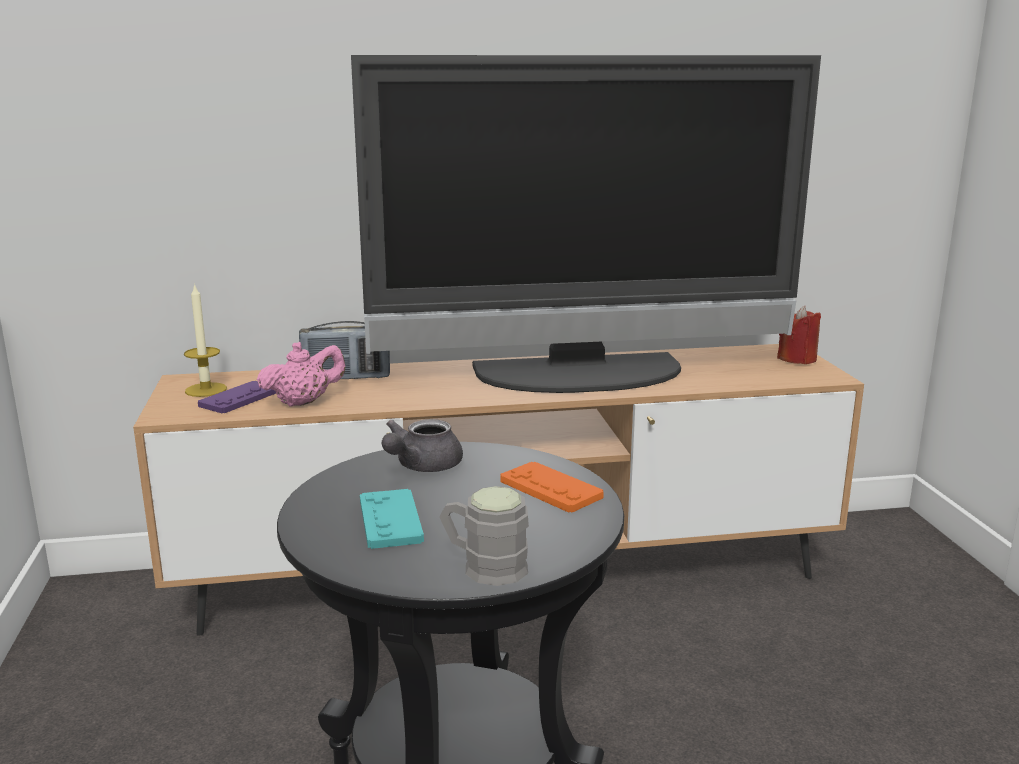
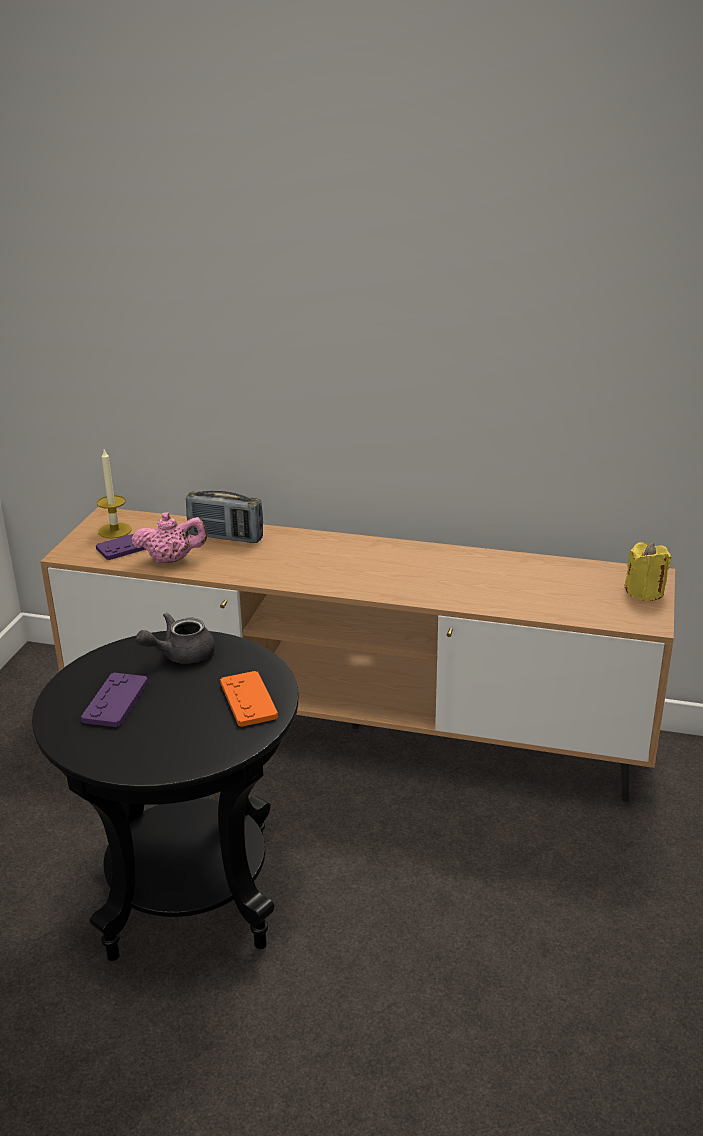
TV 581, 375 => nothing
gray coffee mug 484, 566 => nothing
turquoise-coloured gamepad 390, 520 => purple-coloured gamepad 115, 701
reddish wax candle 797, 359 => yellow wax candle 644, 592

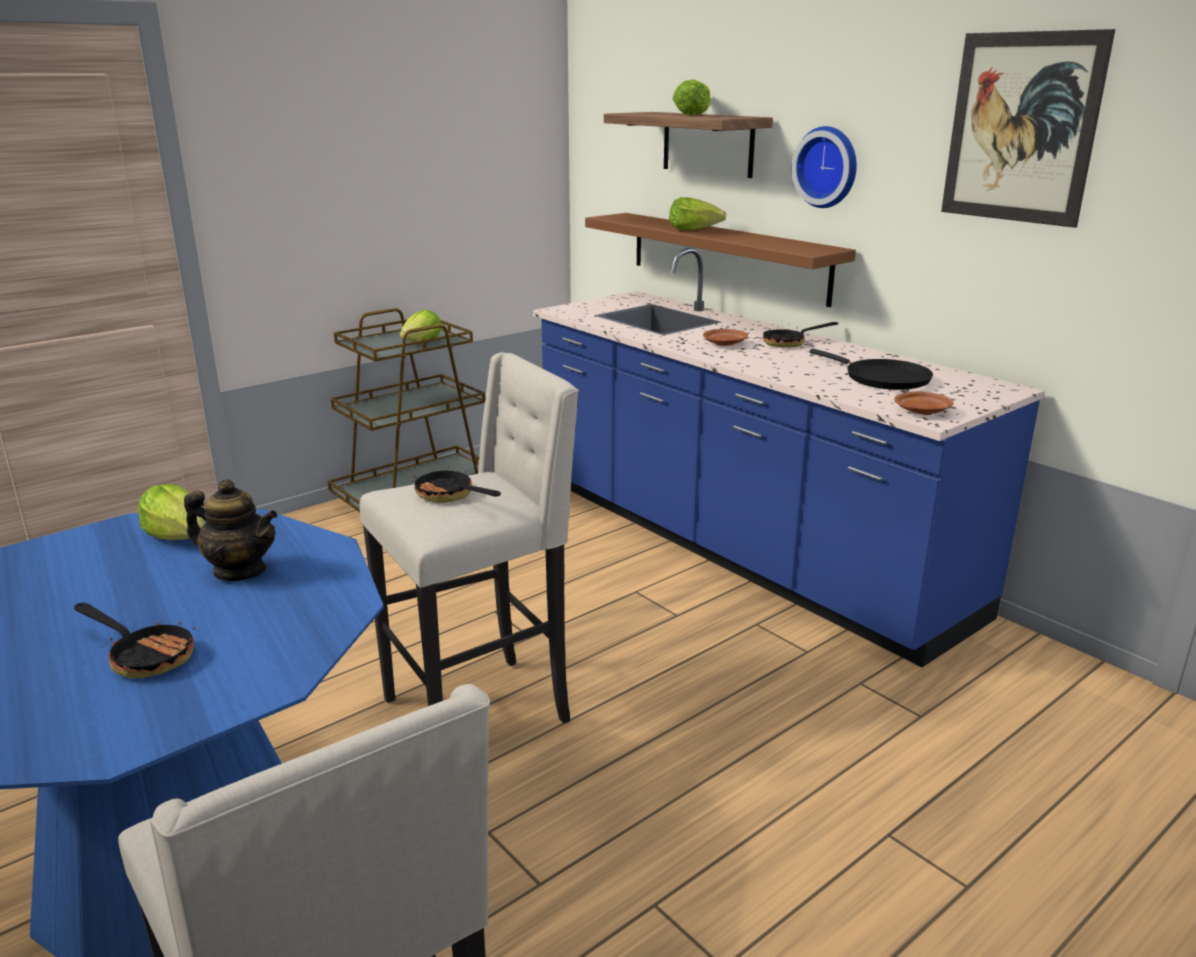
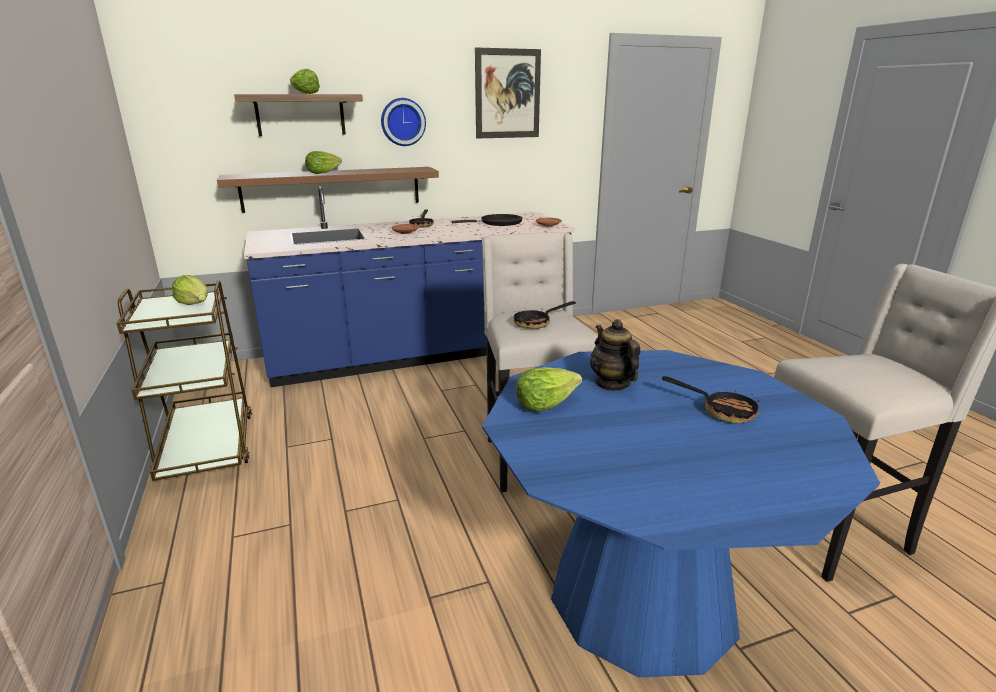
pan 145, 656 => pan 720, 410, 75 degrees clockwise
pot for tea 240, 571 => pot for tea 612, 383, 60 degrees counterclockwise

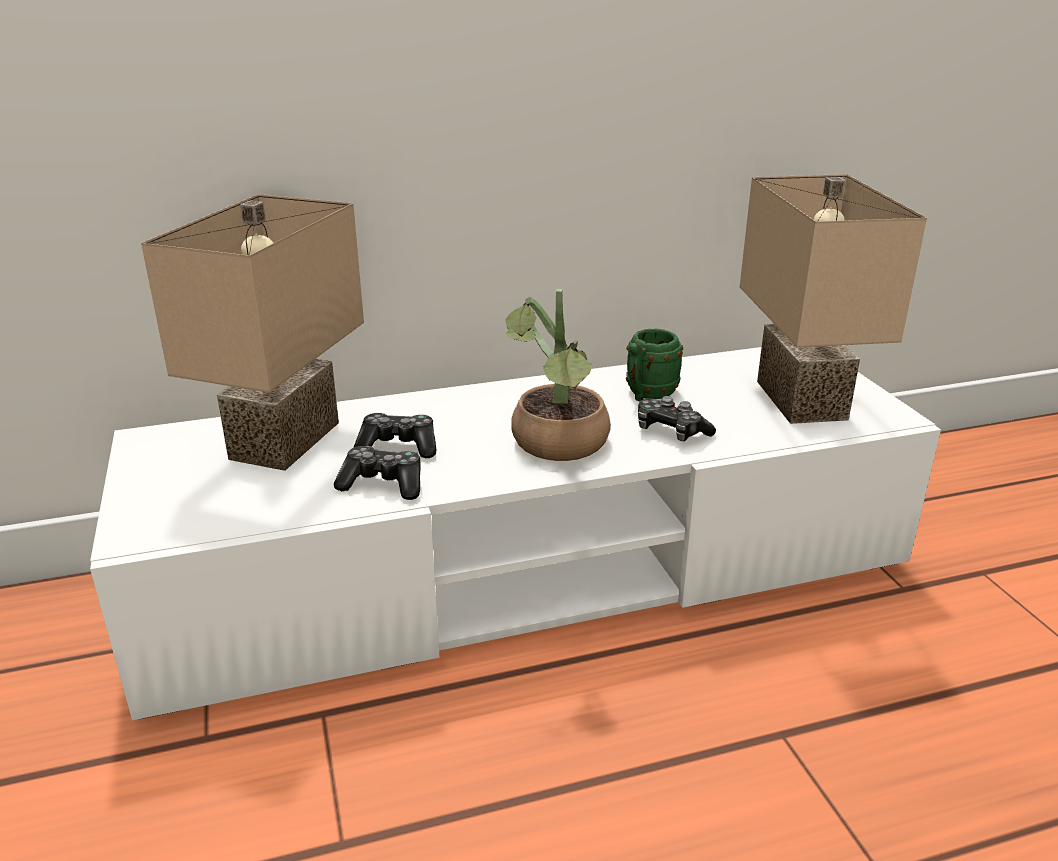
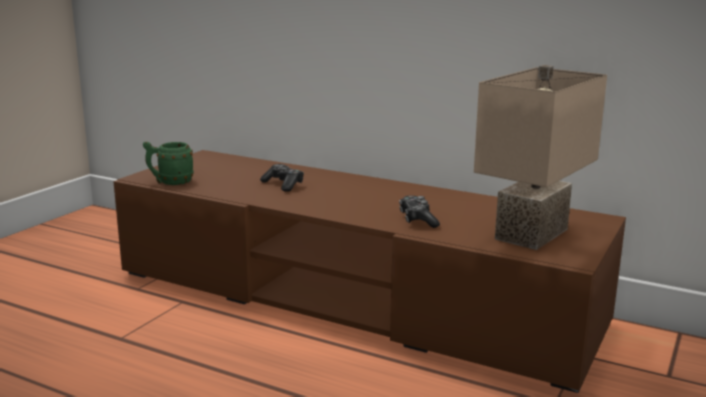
sand-coloured tabletop lamp 289, 442 => nothing
gamepad 383, 484 => nothing
plant in a pot 557, 447 => nothing
greenish coffee mug 647, 395 => greenish coffee mug 170, 182, move
white media console 529, 571 => brown media console 352, 298

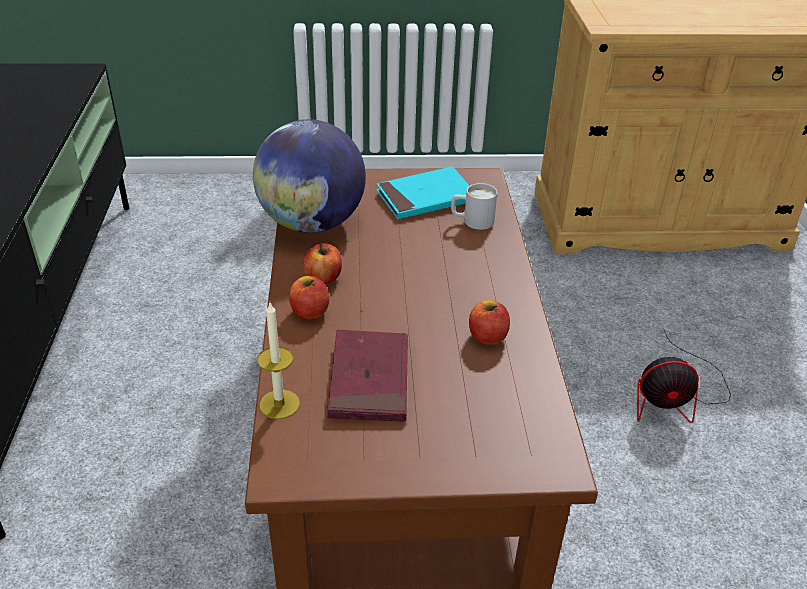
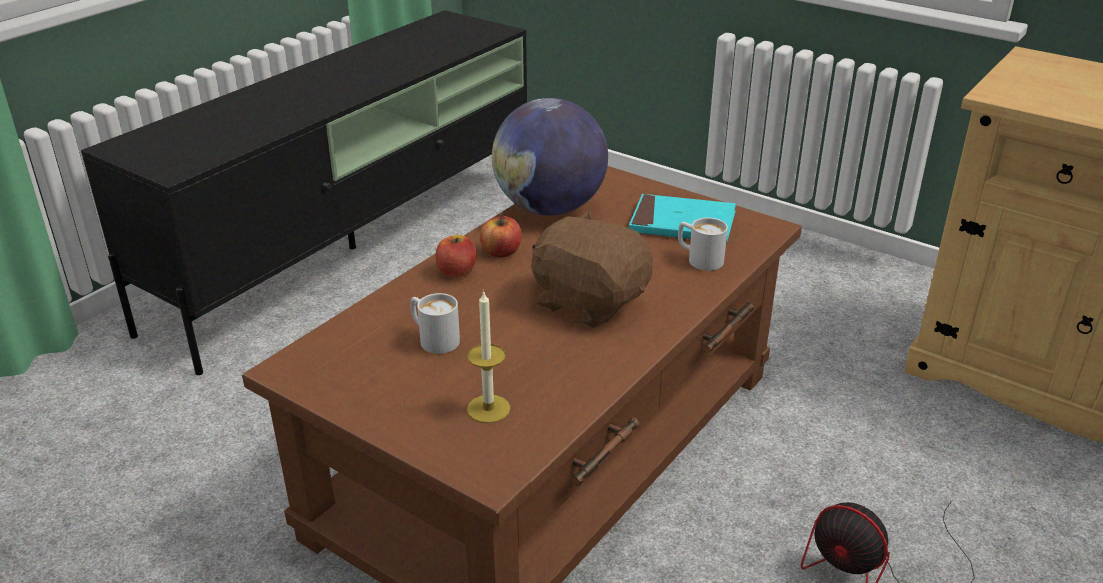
whole apple 487, 336 => nothing
nothing => brown soft toy 589, 301
wax candle 279, 404 => wax candle 488, 409, move
reddish book 369, 379 => white coffee mug 433, 339

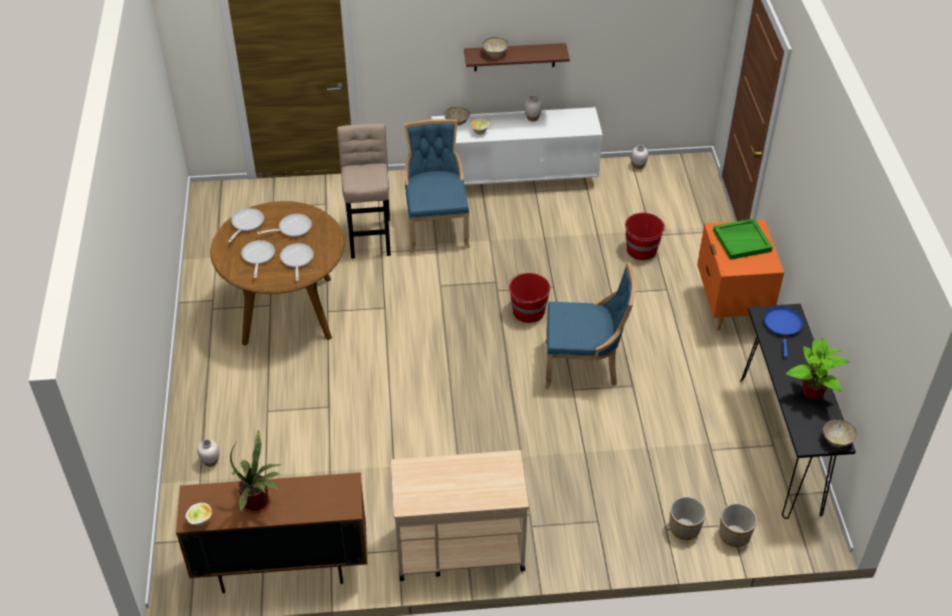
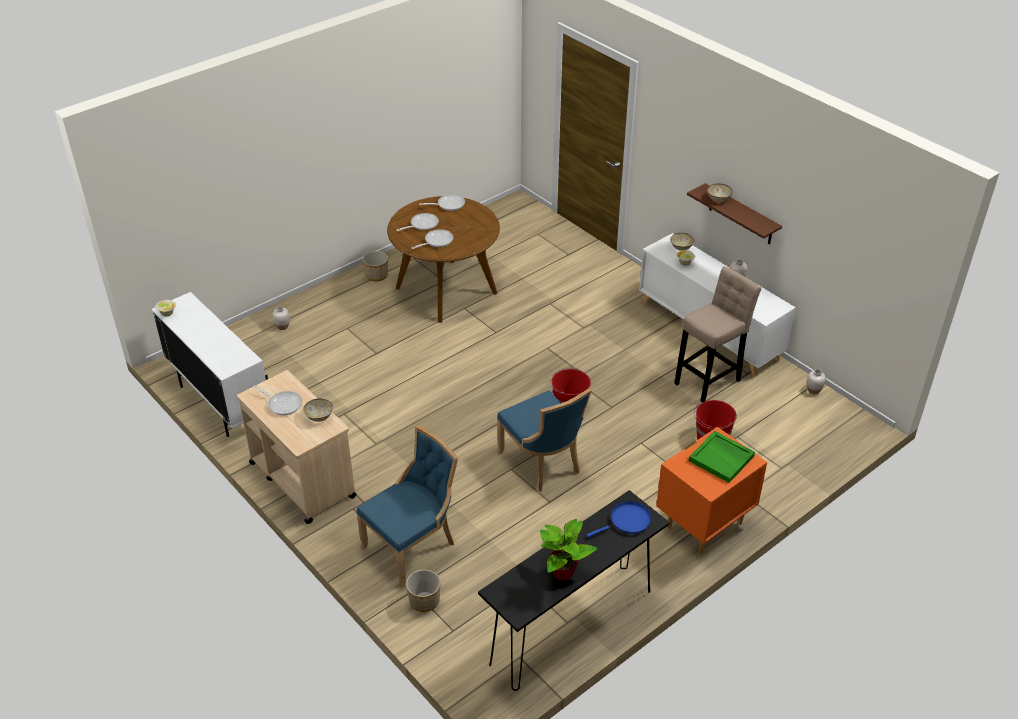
plant in a pot 259, 503 => nothing
pan 292, 228 => pan 282, 404, move
sand-coloured sitting stool 370, 235 => sand-coloured sitting stool 709, 380, move
bluish chair 436, 226 => bluish chair 413, 546, move
flower pot 735, 535 => flower pot 377, 275, move
serving bowl 836, 440 => serving bowl 319, 416, move
brown storage cabinet 282, 568 => white storage cabinet 220, 403

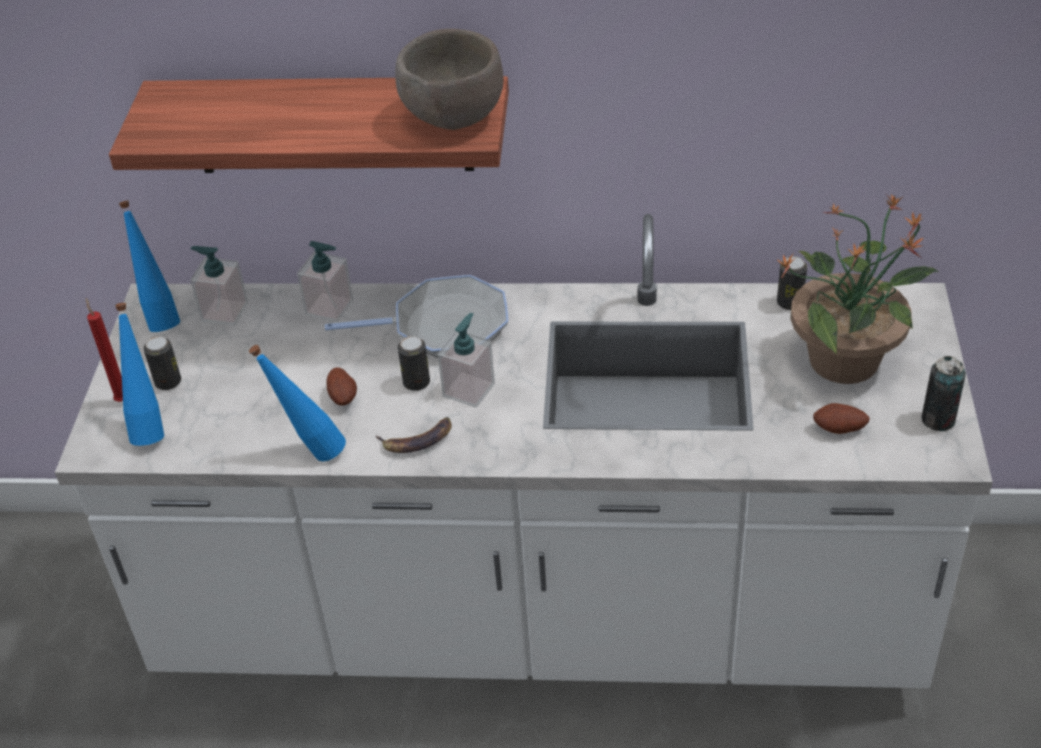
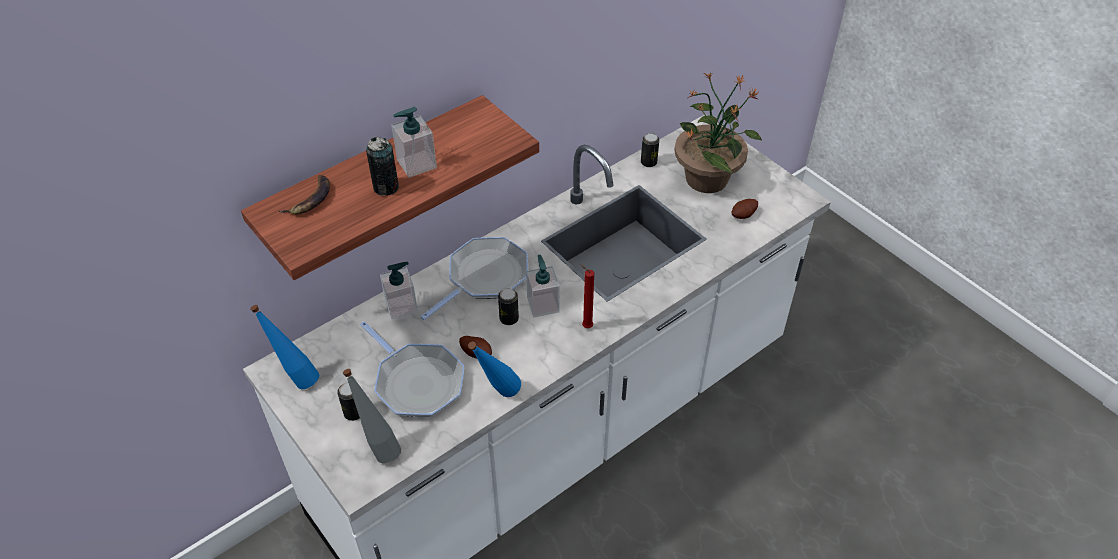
brown serving bowl 452, 117 => nothing
nothing => pan 416, 382
reddish wax candle 122, 399 => reddish wax candle 585, 326, move
soap bottle 224, 312 => soap bottle 416, 164, move
whole banana 417, 440 => whole banana 310, 199, move
can 938, 420 => can 386, 187, move
bluish bottle 150, 428 => gray bottle 379, 447

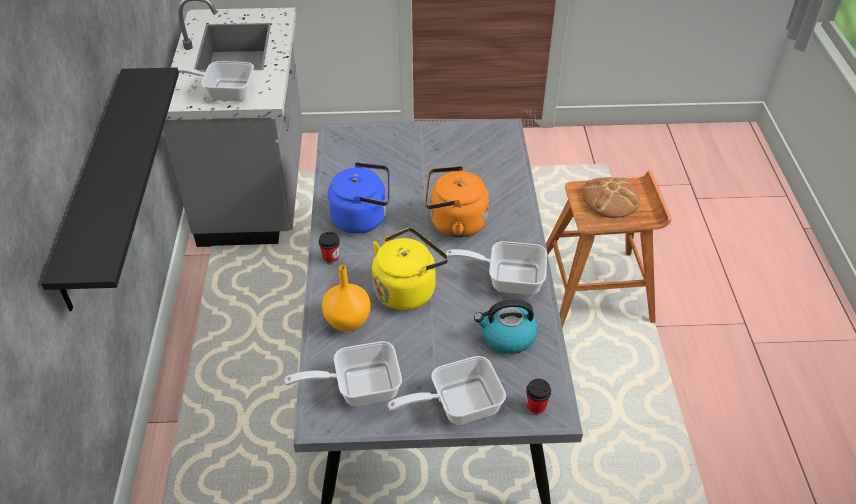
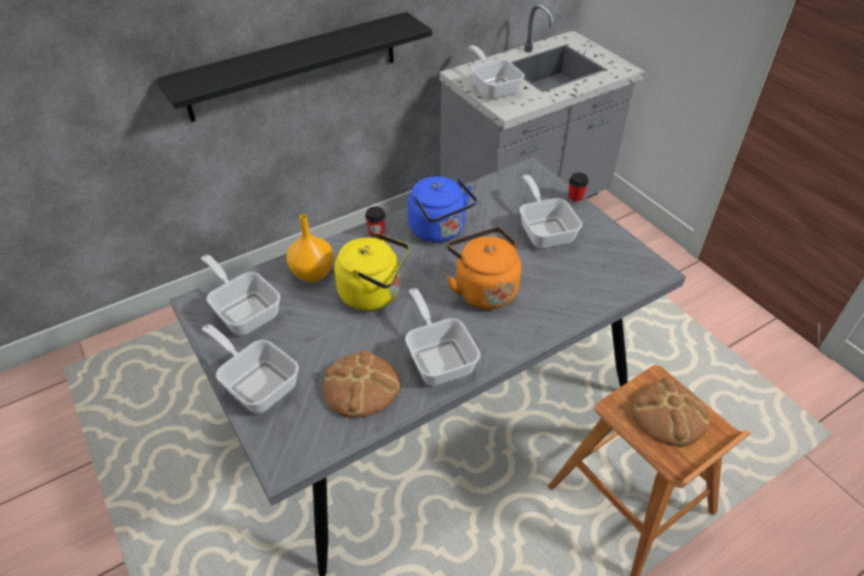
nothing => pan 545, 230
drinking cup 536, 407 => drinking cup 575, 199, move
kettle 507, 337 => bakery bread 361, 387

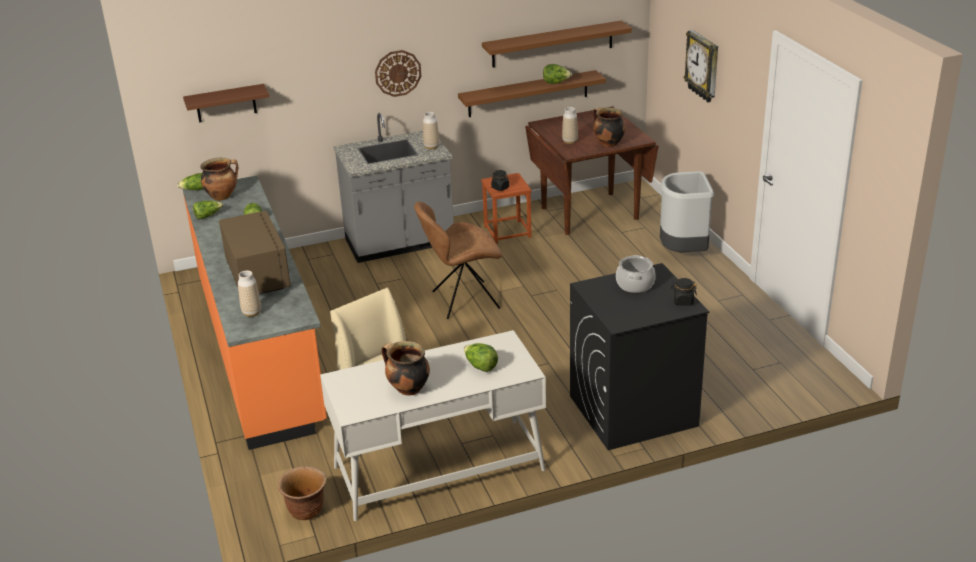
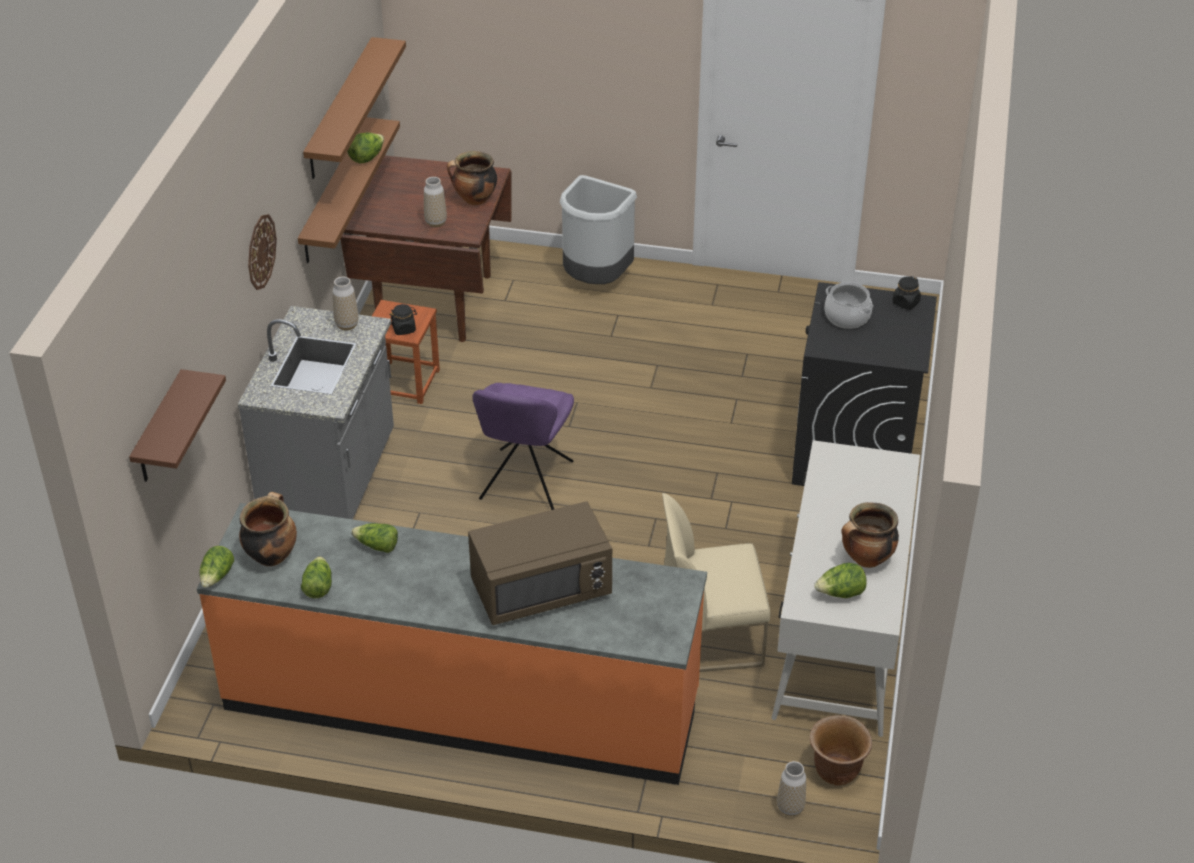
hanging clock 703, 66 => nothing
decorative vase 252, 313 => decorative vase 790, 808, move
lettuce head 480, 366 => lettuce head 840, 594, move
brown chair 462, 300 => purple-coloured chair 525, 483
brown kitchen microwave 257, 276 => brown kitchen microwave 541, 589, 150 degrees clockwise

